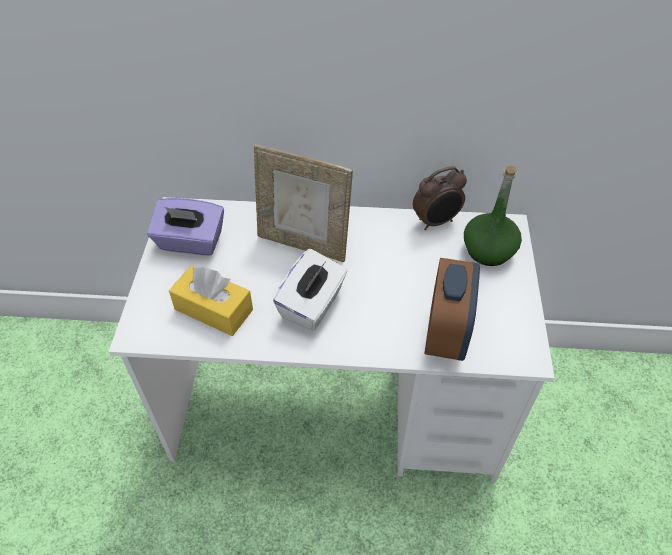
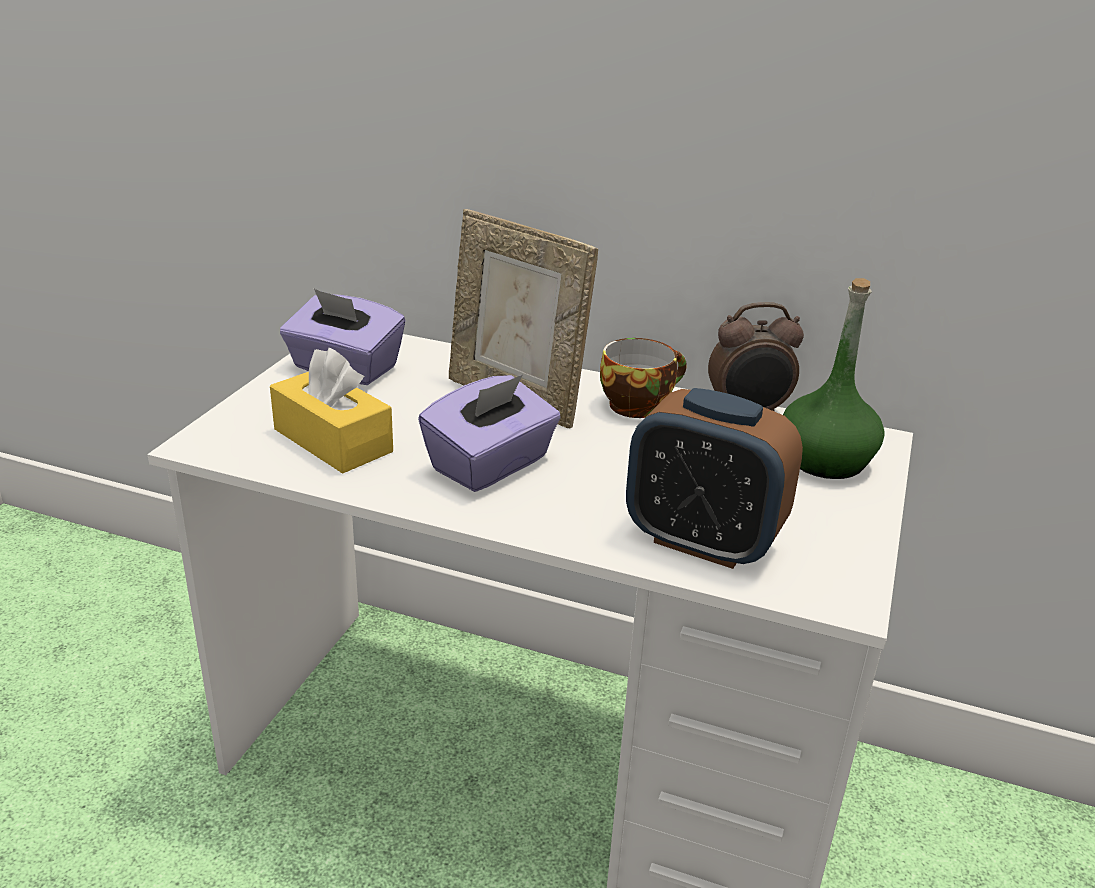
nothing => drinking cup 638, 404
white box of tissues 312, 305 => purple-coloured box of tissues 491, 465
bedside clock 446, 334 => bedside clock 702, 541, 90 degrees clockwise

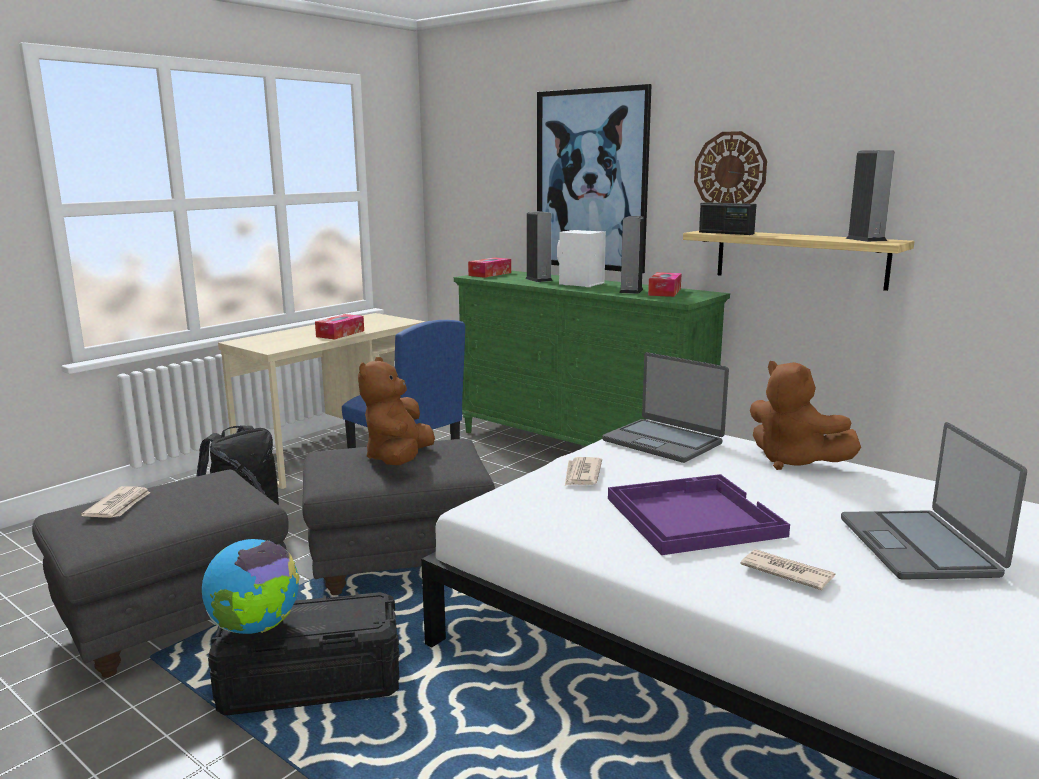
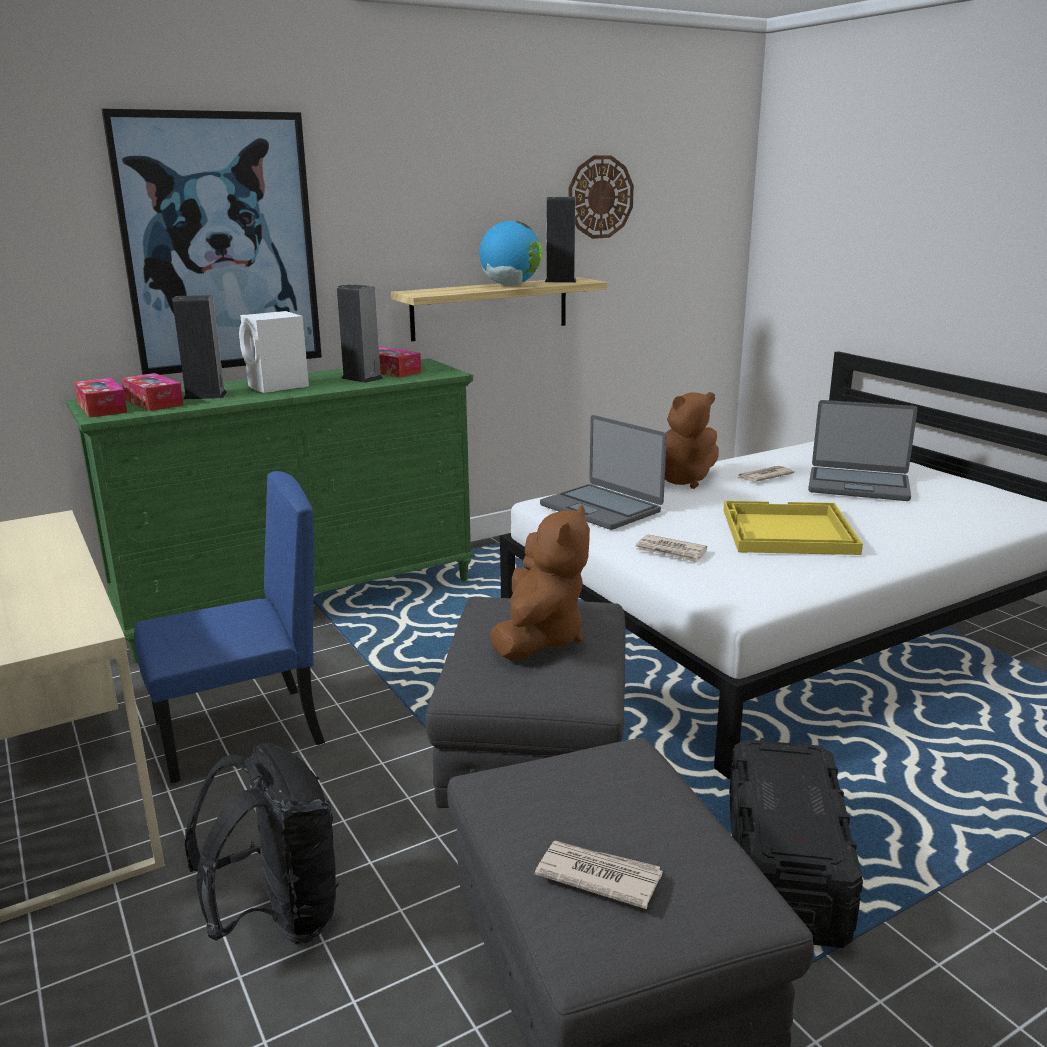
radio receiver 726, 233 => nothing
world globe 255, 627 => world globe 511, 285, move
box of tissues 340, 334 => box of tissues 153, 402, move
hanging clock 730, 171 => hanging clock 600, 197, move
daily paper 786, 572 => daily paper 764, 476, move
purple-coloured serving tray 691, 516 => yellow serving tray 787, 532
brown soft toy 399, 459 => brown soft toy 539, 638, 105 degrees counterclockwise
notebook computer 663, 442 => notebook computer 601, 508, 75 degrees clockwise

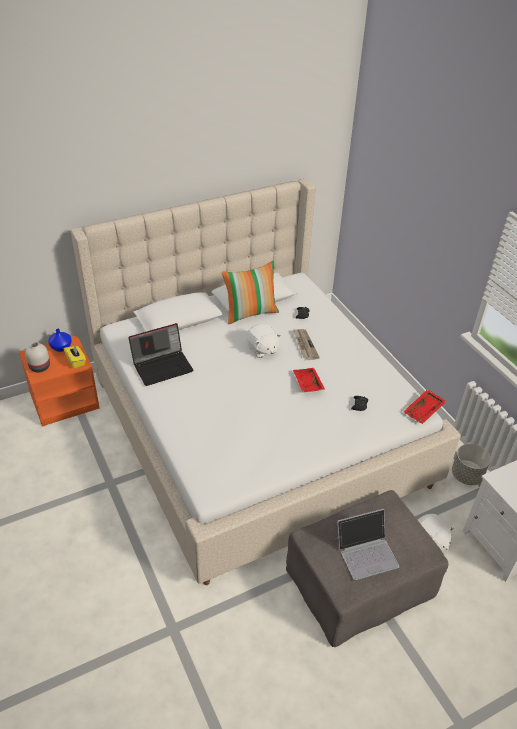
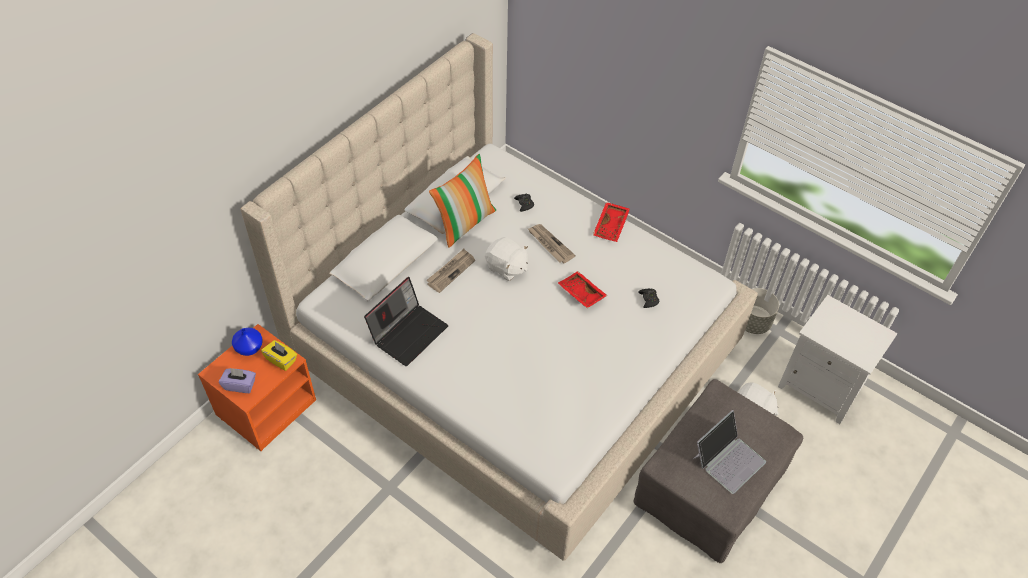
nothing => daily paper 451, 271
reddish serving tray 424, 411 => reddish serving tray 611, 226, move
white decorative vase 39, 367 => purple-coloured box of tissues 240, 385

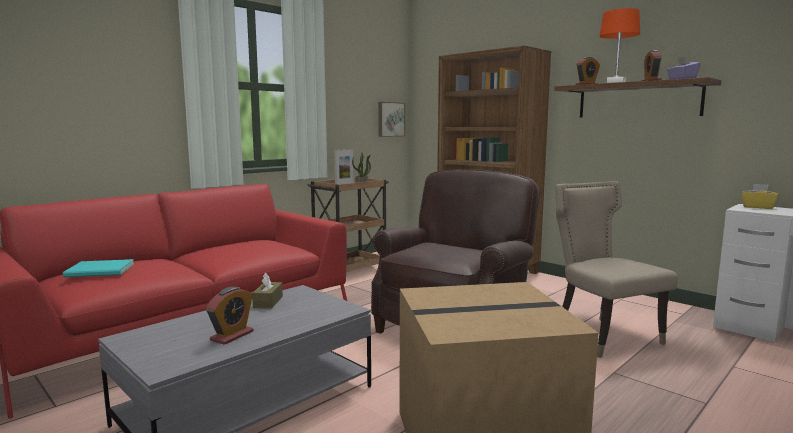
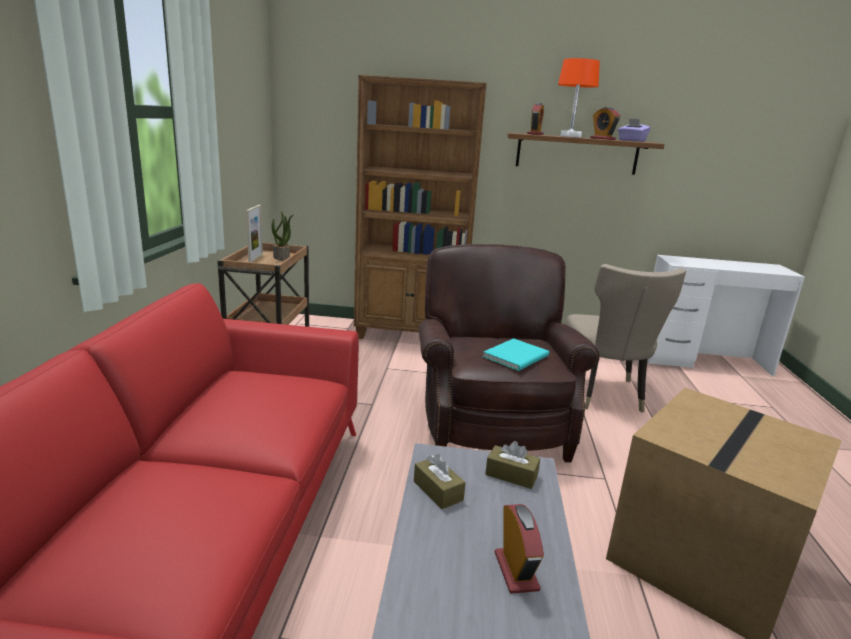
wall art 390, 119 => nothing
yellow box of tissues 757, 207 => nothing
nothing => brown box of tissues 511, 475
turquoise-coloured book 101, 271 => turquoise-coloured book 518, 356, move
sand-coloured chair 602, 335 => sand-coloured chair 604, 395, 120 degrees counterclockwise

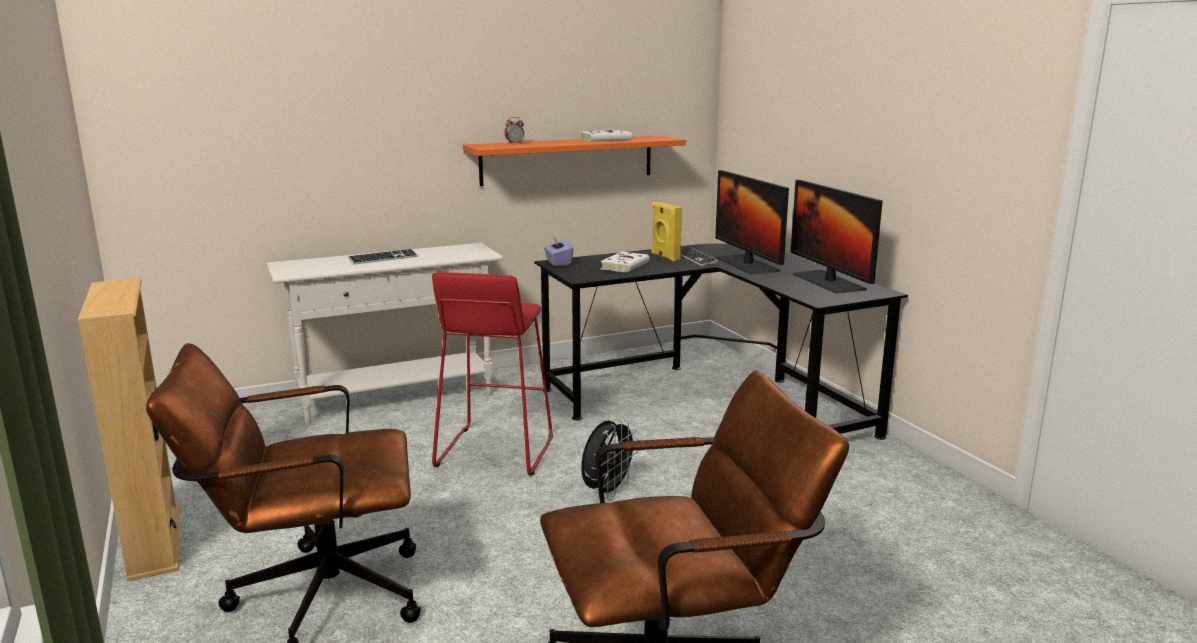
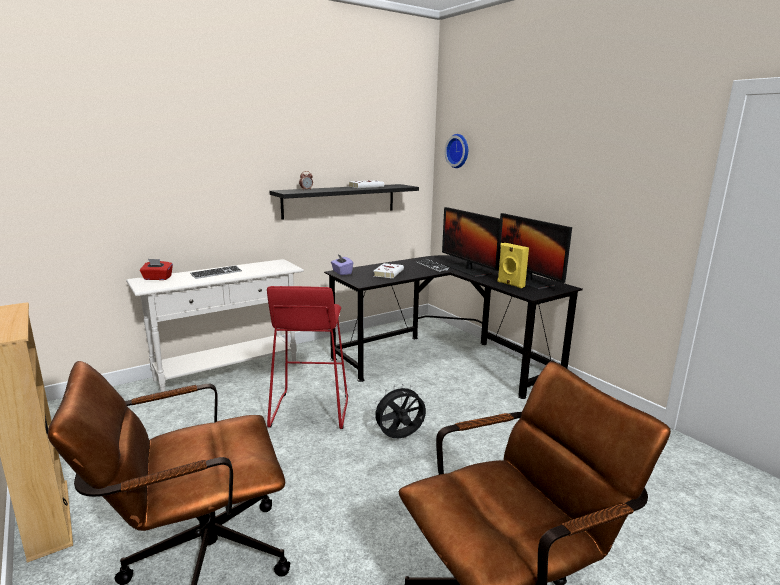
nothing => reddish box of tissues 157, 278
nothing => hanging clock 459, 151
yellow loudspeaker 664, 257 => yellow loudspeaker 510, 284, move
orangey bracket shelf 567, 160 => black bracket shelf 340, 200
black fan 607, 491 => black fan 400, 438, 135 degrees counterclockwise

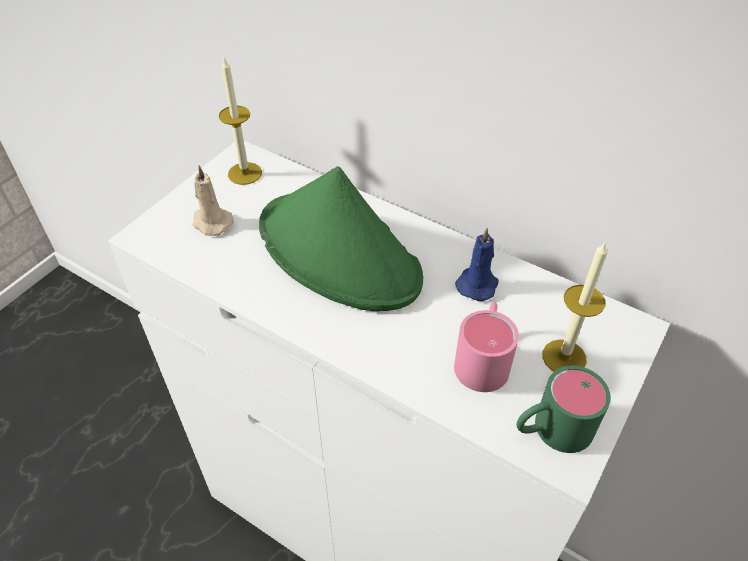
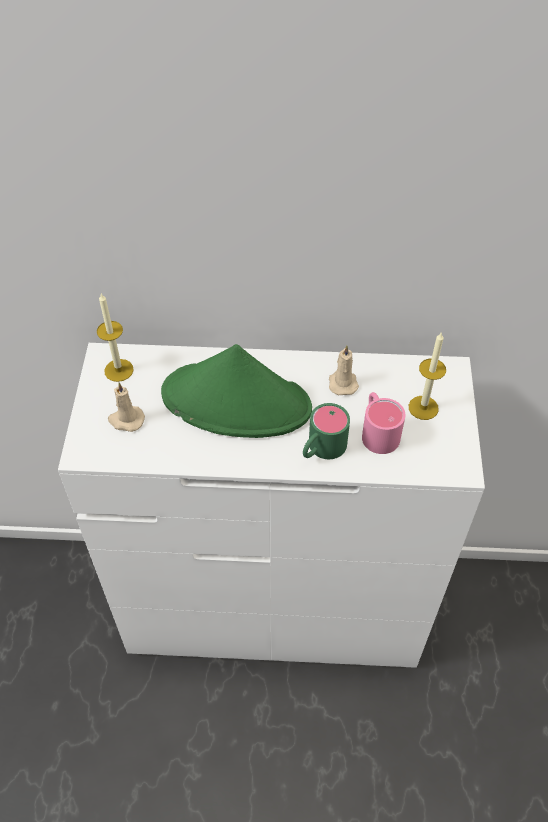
greenish coffee mug 551, 430 => greenish coffee mug 321, 449, move
bluish wax candle 477, 284 => sand-coloured wax candle 342, 382

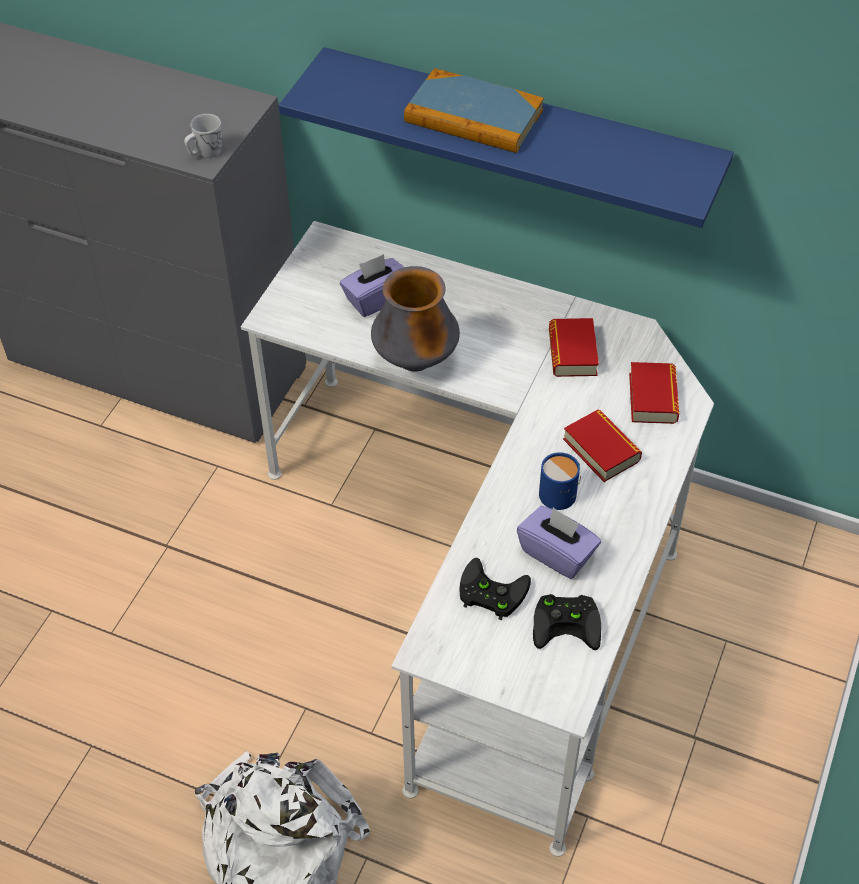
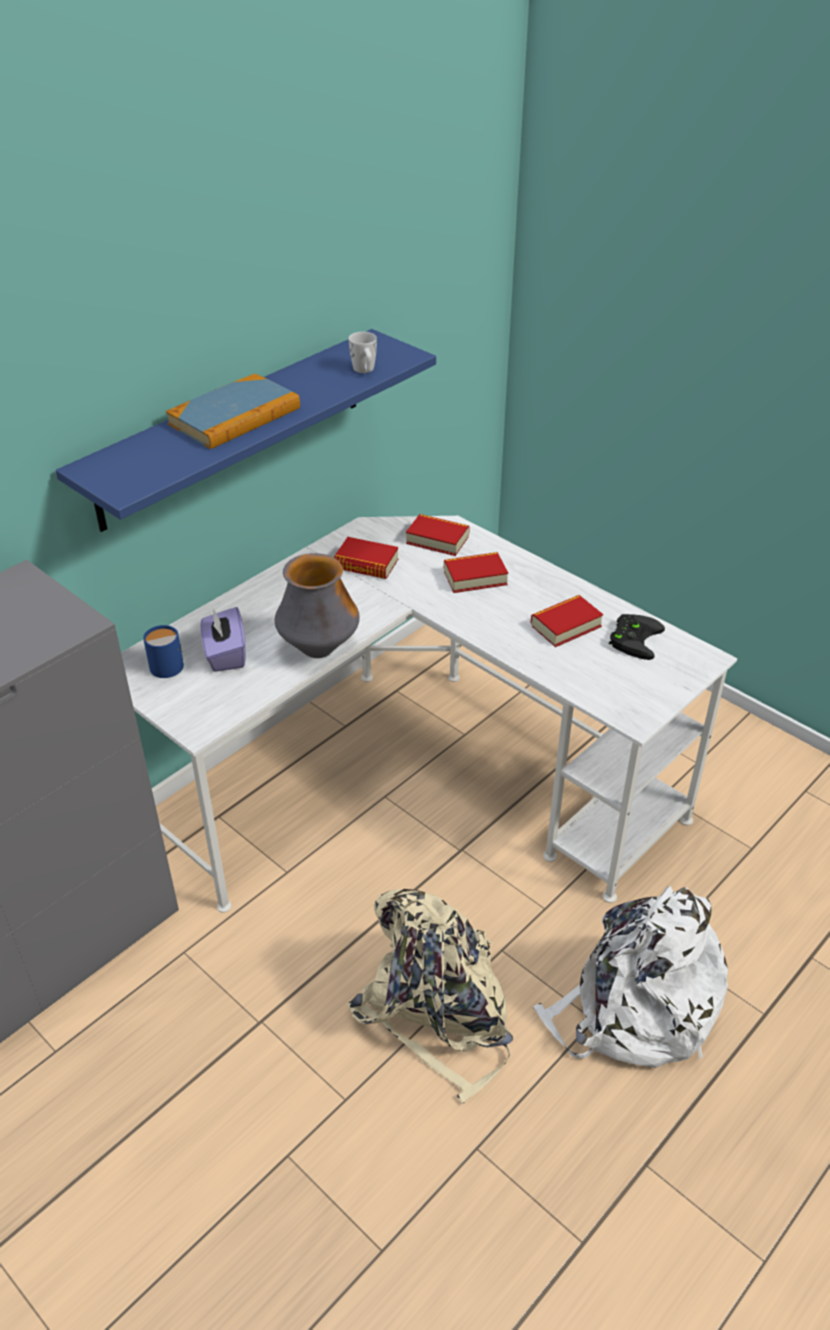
black gamepad 489, 593 => nothing
nothing => sand-coloured backpack 438, 1011
white coffee mug 205, 153 => white coffee mug 365, 370, move
bluish coffee mug 561, 492 => bluish coffee mug 166, 664, move
purple-coloured box of tissues 557, 553 => book 565, 626

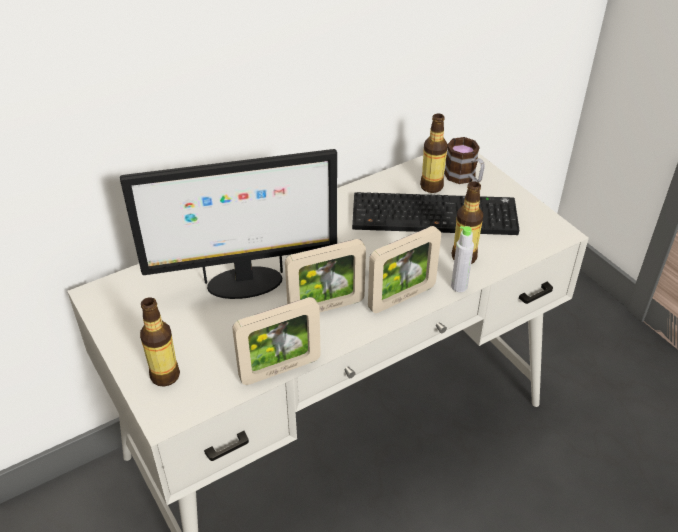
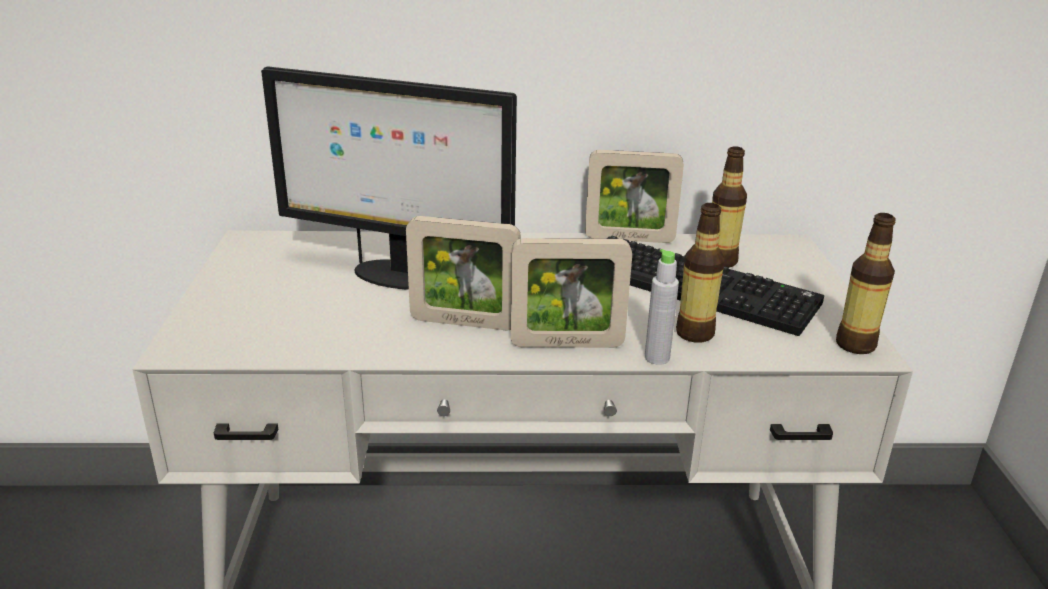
coffee mug 464, 178 => nothing
bottle 165, 376 => bottle 855, 345, move
standing frame 280, 369 => standing frame 629, 239, move

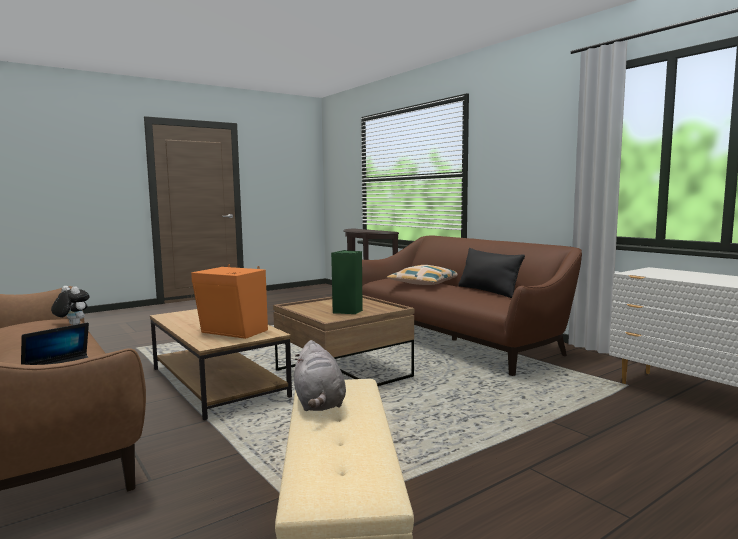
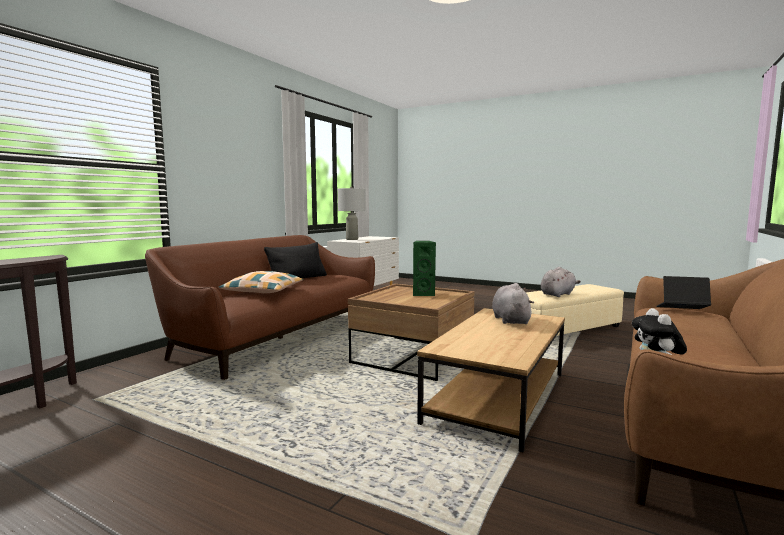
nothing => gray tabletop lamp 352, 239
orangey loudspeaker 233, 332 => gray soft toy 510, 320

